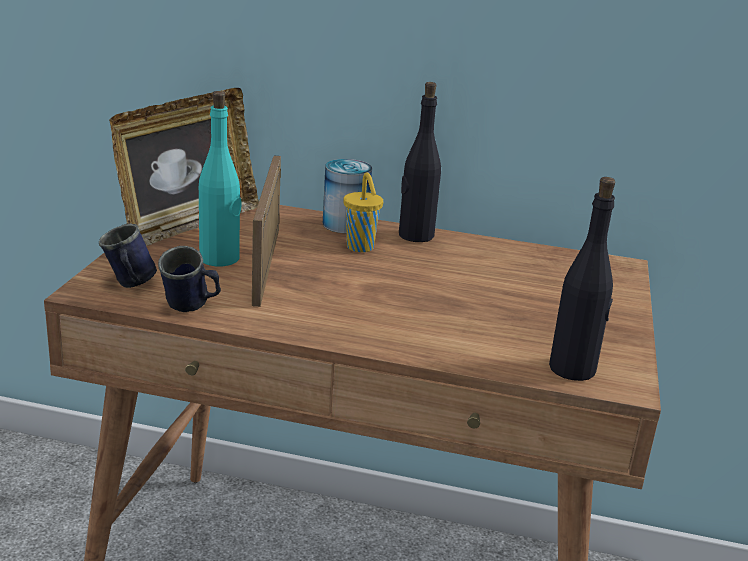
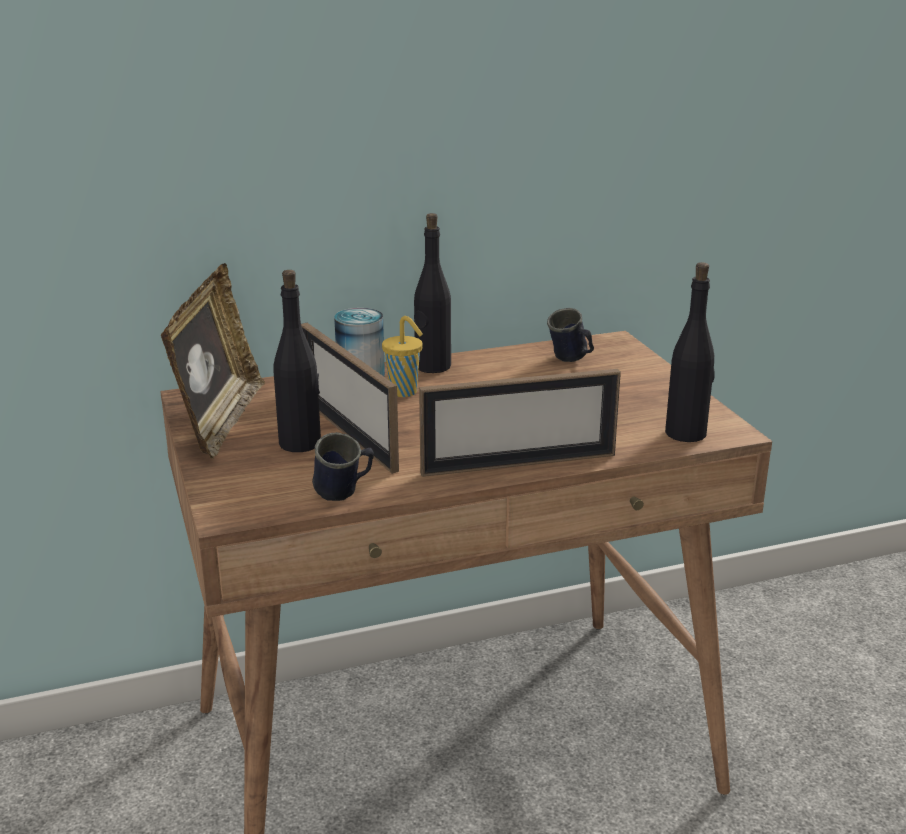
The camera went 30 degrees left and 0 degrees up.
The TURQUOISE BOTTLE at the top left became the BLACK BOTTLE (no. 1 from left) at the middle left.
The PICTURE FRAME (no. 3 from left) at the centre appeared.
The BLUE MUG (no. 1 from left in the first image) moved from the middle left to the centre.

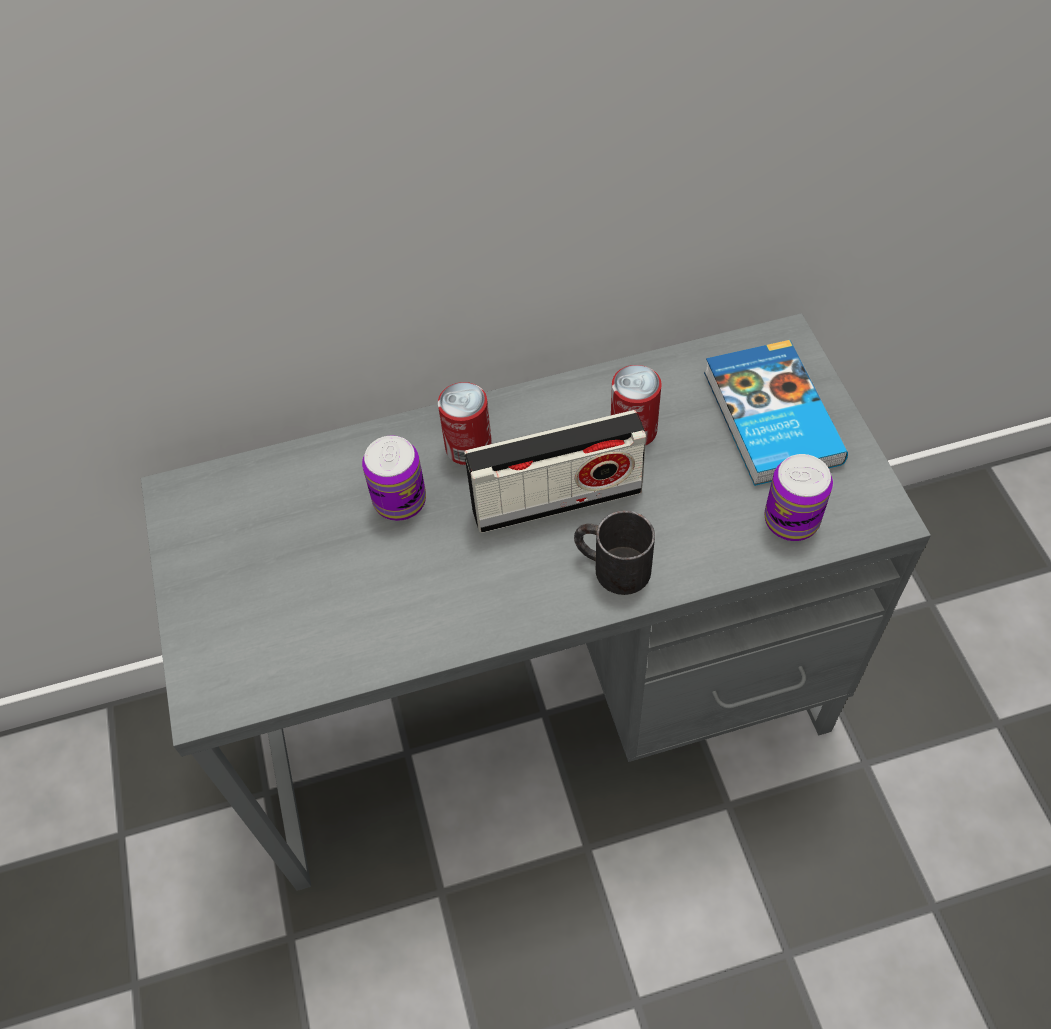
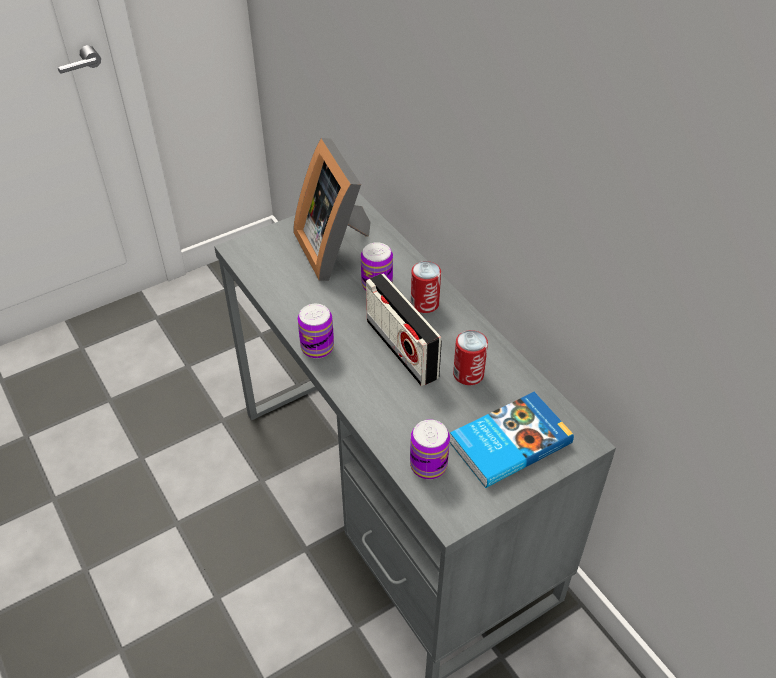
The camera went 70 degrees right and 10 degrees down.
The PICTURE FRAME at the top centre appeared.
The CAN (no. 1 from left) at the centre appeared.
The BLACK MUG at the centre disappeared.

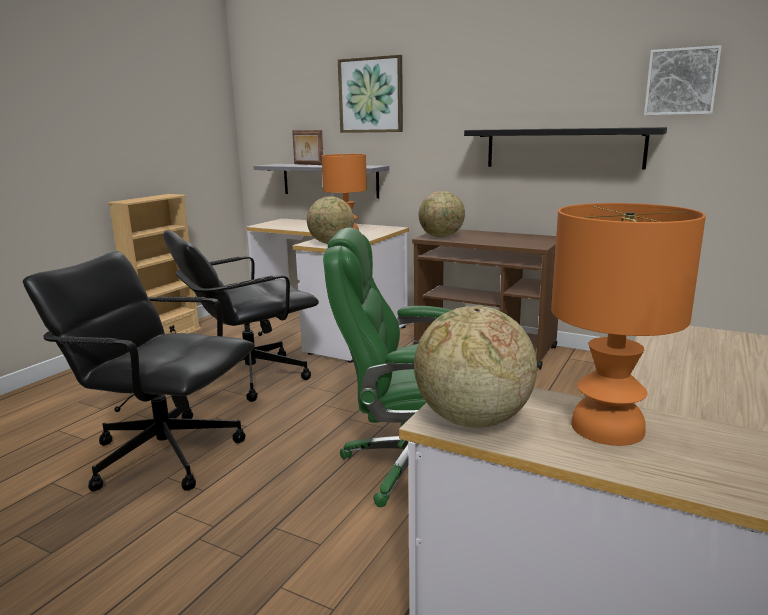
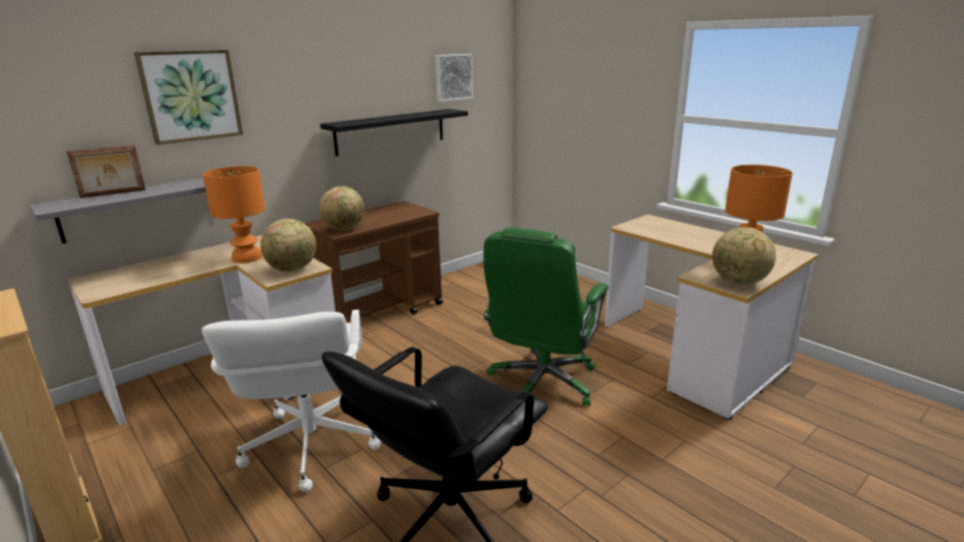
The camera went 70 degrees left and 5 degrees up.
The BLACK OFFICE CHAIR (no. 2 from left) at the middle left became the WHITE OFFICE CHAIR at the bottom left.

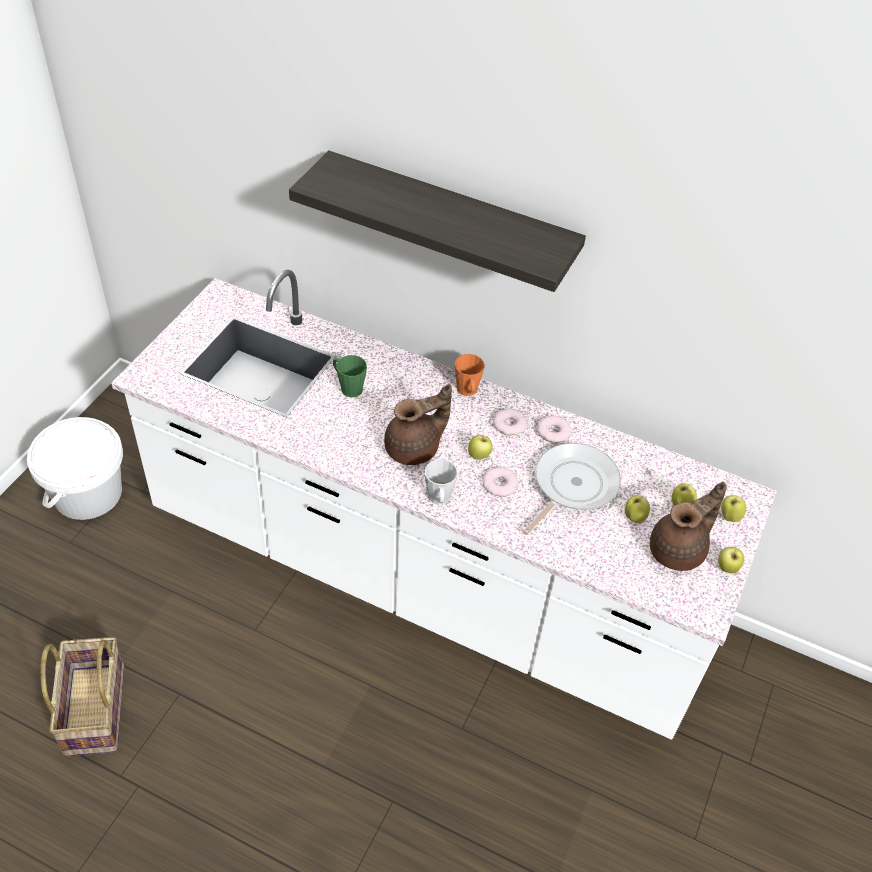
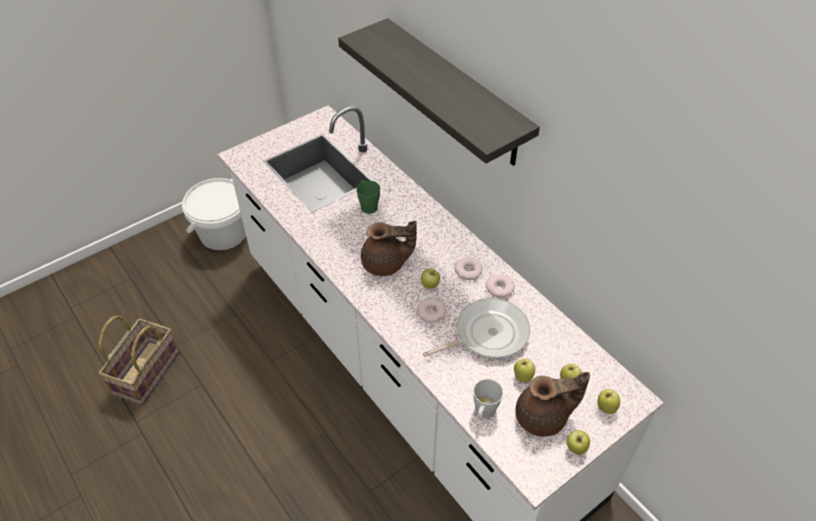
The camera went 30 degrees right and 0 degrees up.
The GREY MUG moved from the centre to the bottom centre.
The ORANGE MUG at the centre disappeared.

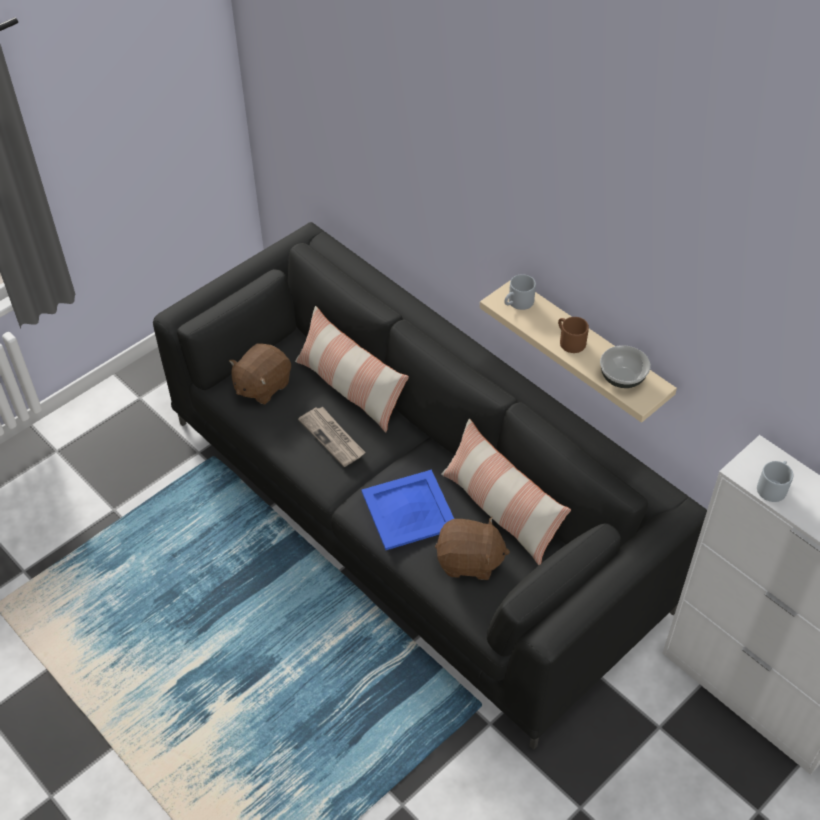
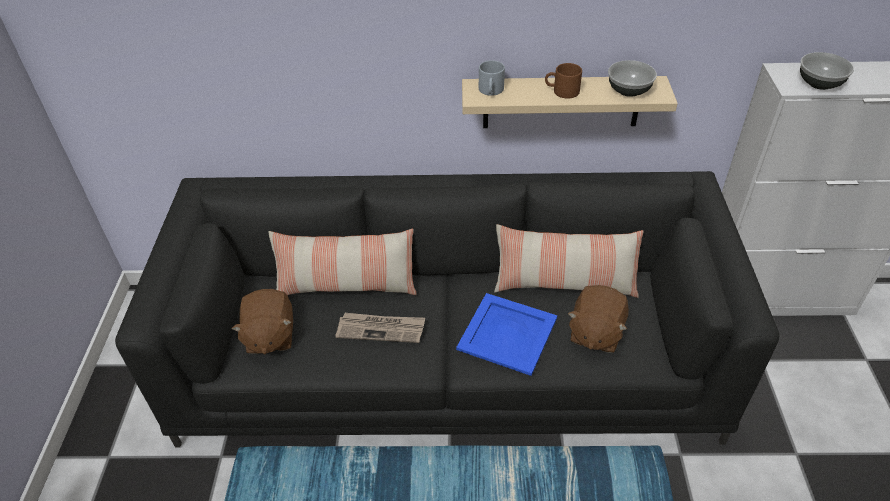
The camera went 45 degrees left and 5 degrees down.
The BROWN PLUSH TOY (no. 2 from left) at the bottom centre turned 150 degrees clockwise.
The GREY MUG (no. 2 from left) at the middle right was replaced by the BOWL (no. 2 from left) at the top right.

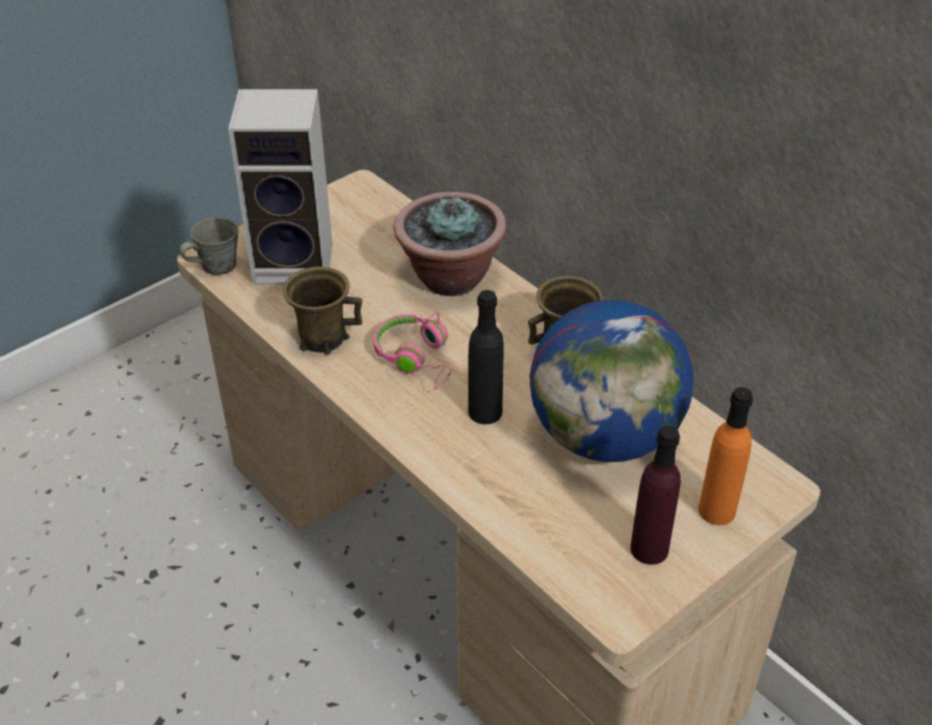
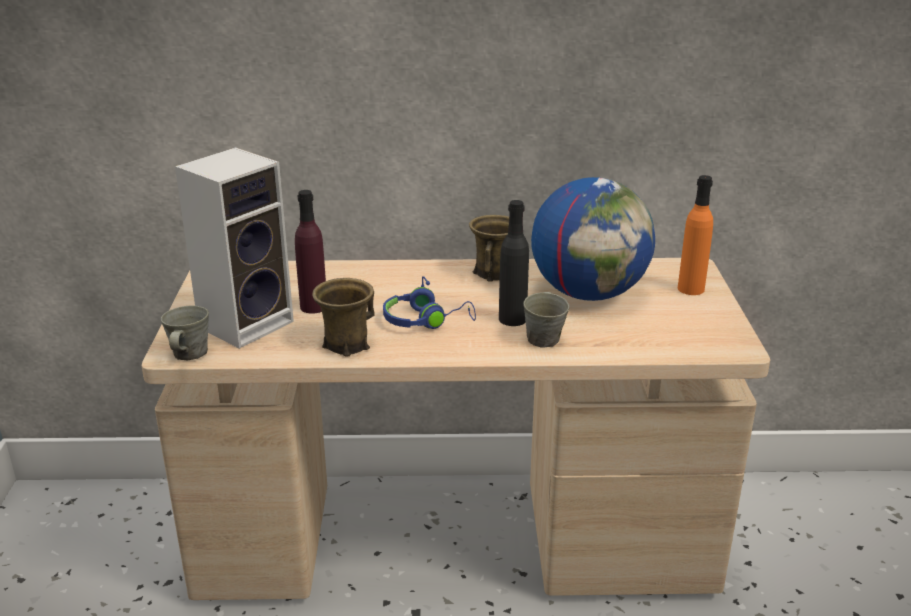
The camera went 50 degrees left and 15 degrees down.
The PURPLE BOTTLE moved from the bottom right to the centre.
The PINK HEADPHONES at the centre became the BLUE HEADPHONES at the centre.
The GREY MUG (no. 2 from left) at the centre appeared.
The POTTED PLANT at the centre disappeared.

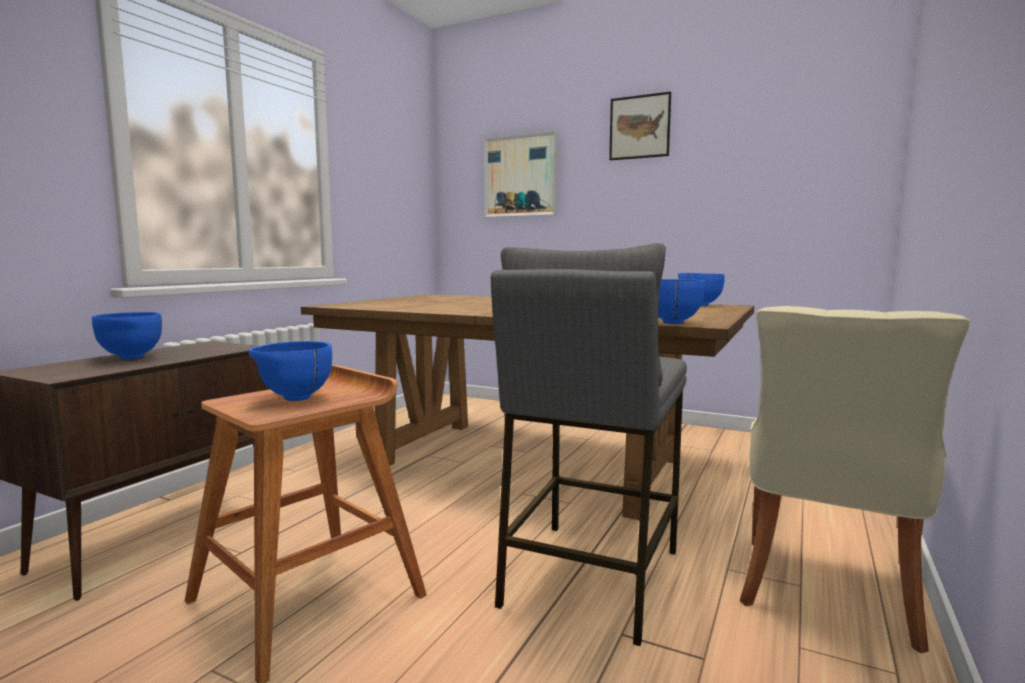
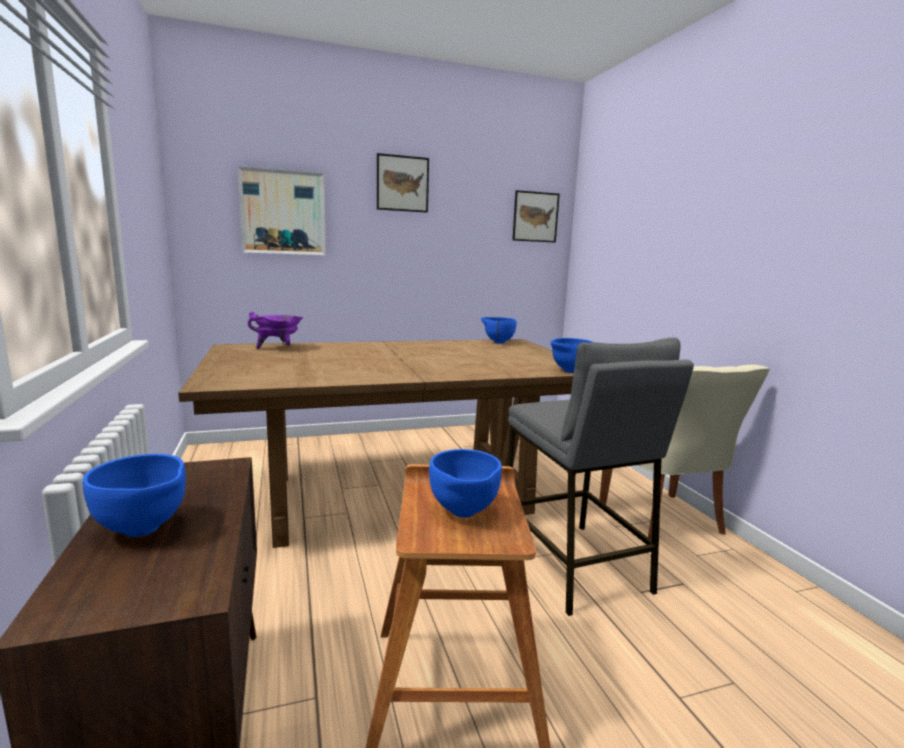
The camera went 45 degrees left and 5 degrees up.
The PURPLE COOKING POT at the middle left appeared.
The PICTURE (no. 3 from left) at the top centre appeared.

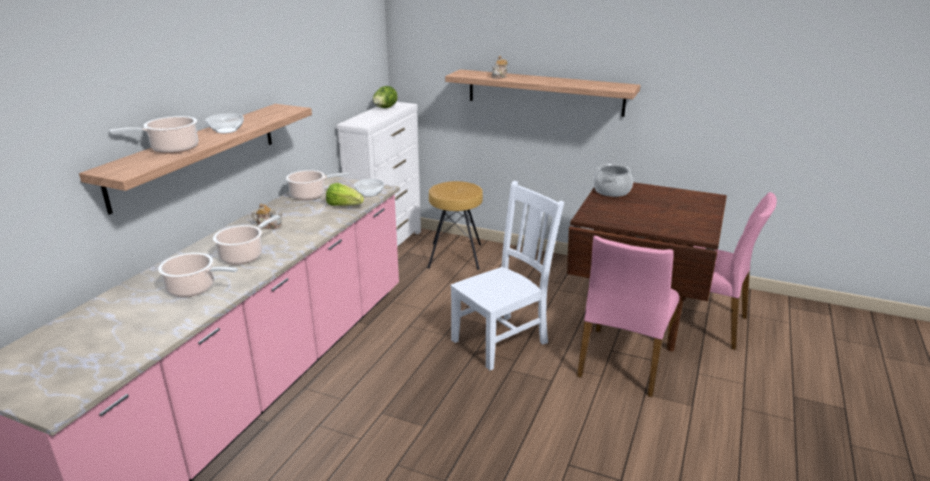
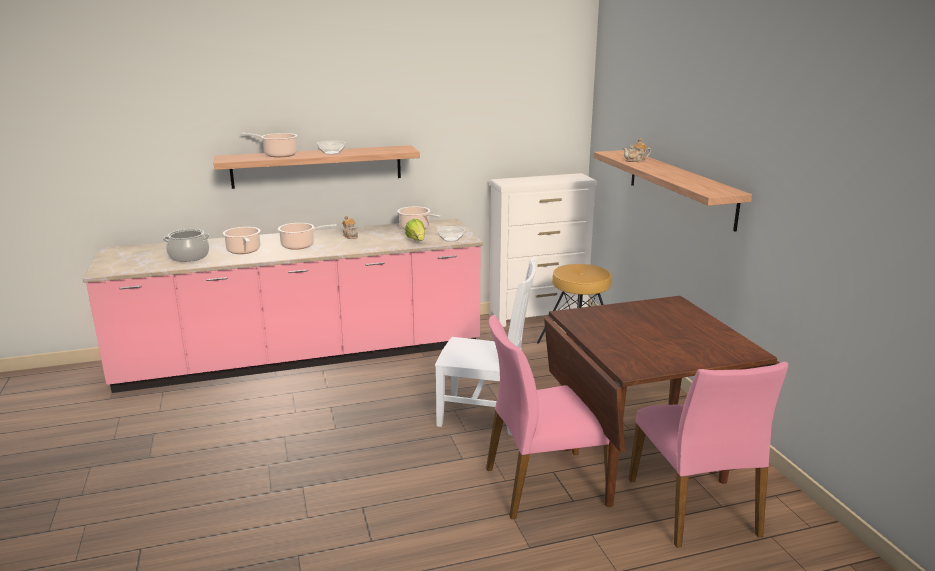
The camera went 50 degrees right and 5 degrees down.
The COOKING POT (no. 5 from left in the first image) moved from the centre to the middle left.
The LETTUCE (no. 2 from left) at the top centre disappeared.

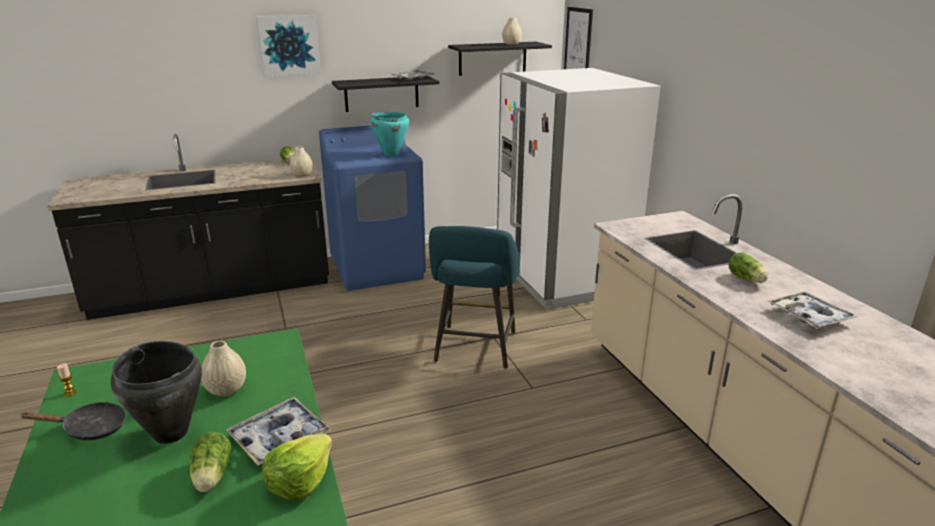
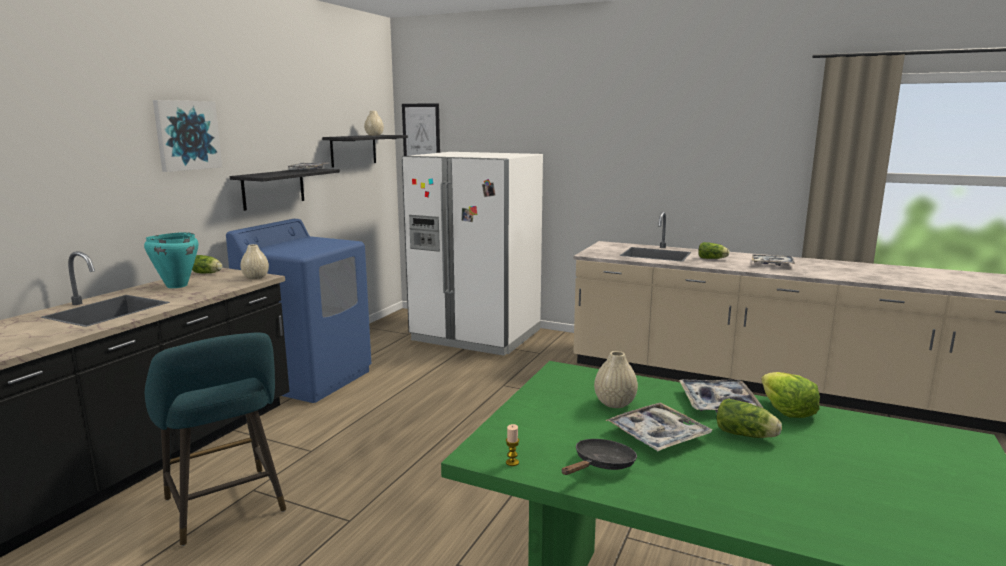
The camera went 45 degrees left and 10 degrees down.
The TURQUOISE COOKING POT moved from the top centre to the middle left.
The TURQUOISE STOOL moved from the centre to the bottom left.
The BLACK COOKING POT at the bottom left was replaced by the TRAY (no. 2 from left) at the bottom centre.

